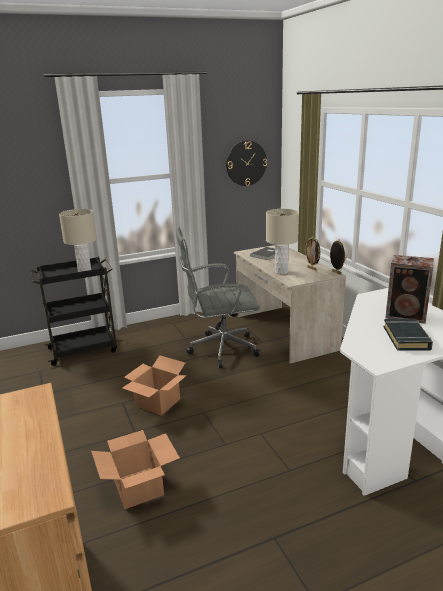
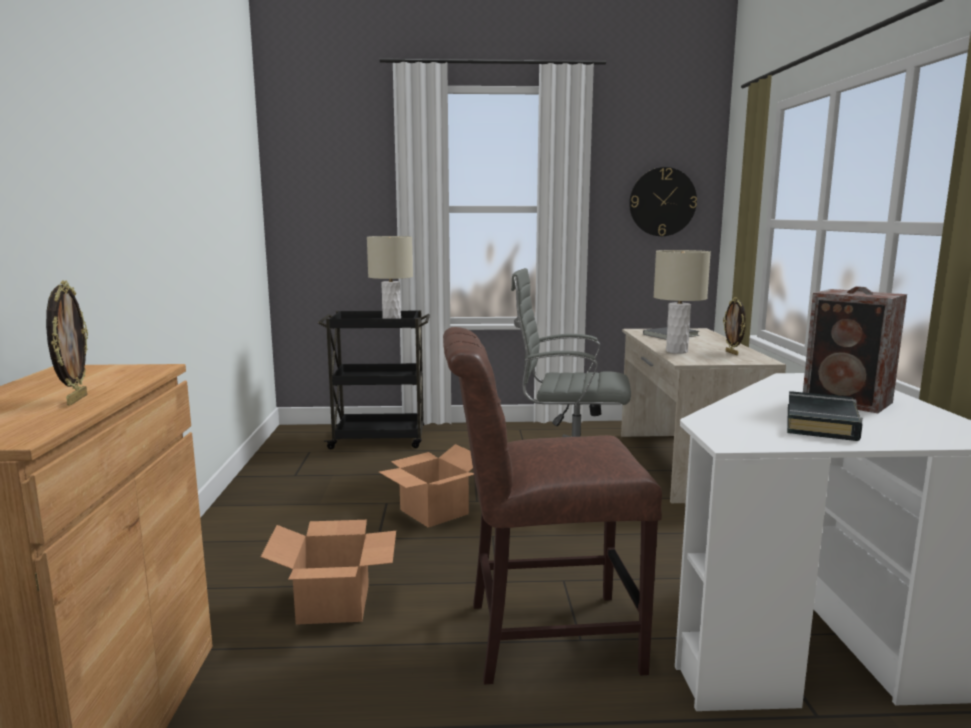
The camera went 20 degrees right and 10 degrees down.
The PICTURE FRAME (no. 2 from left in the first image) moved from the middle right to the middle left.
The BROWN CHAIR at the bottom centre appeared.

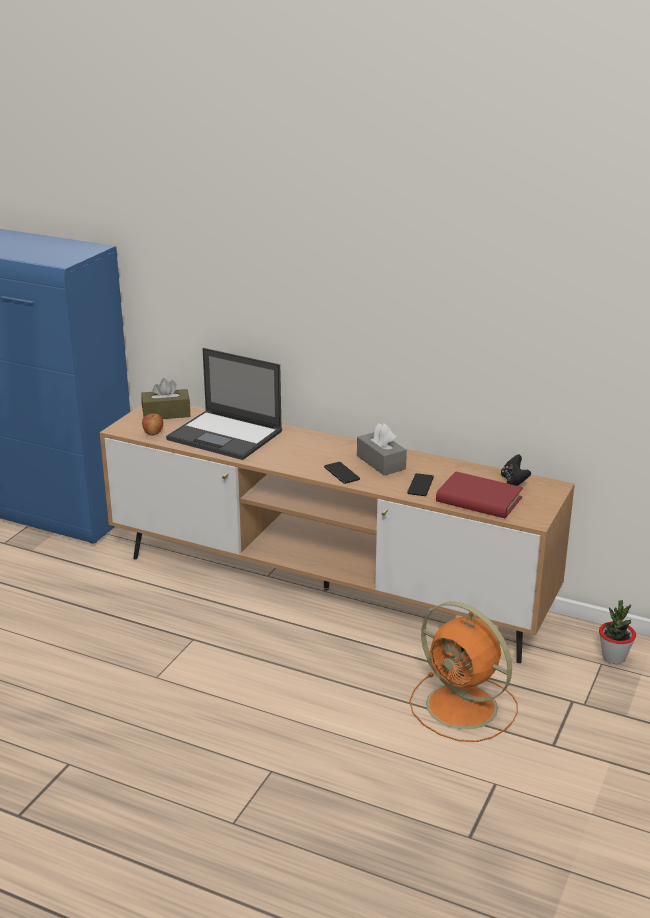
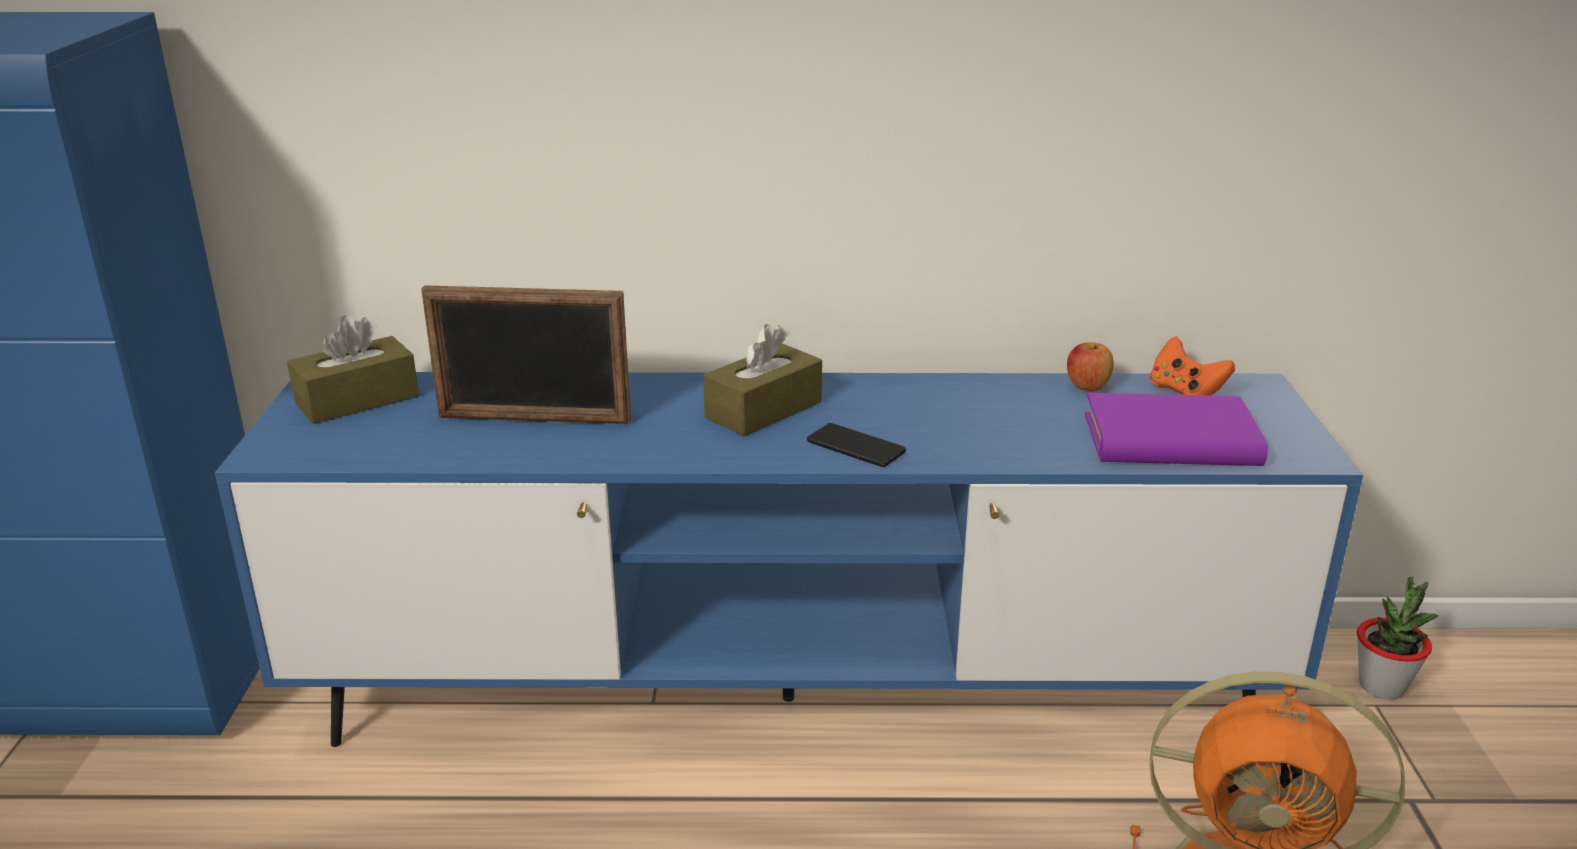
The camera went 25 degrees left and 0 degrees up.
The BROWN TV STAND at the centre became the BLUE TV STAND at the centre.
The LAPTOP at the centre was replaced by the PICTURE FRAME at the centre.
The BROWN TISSUE BOX (no. 2 from left) at the centre appeared.
The APPLE moved from the middle left to the middle right.
The RED BOOK at the middle right became the PURPLE BOOK at the middle right.
The BLACK GAME CONTROLLER at the middle right became the ORANGE GAME CONTROLLER at the middle right.
The GREY TISSUE BOX at the centre disappeared.
The PHONE (no. 2 from left) at the centre disappeared.

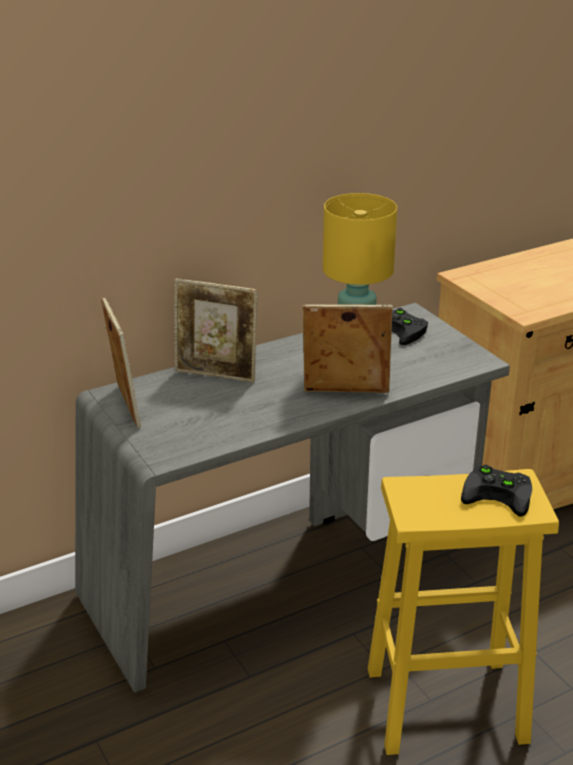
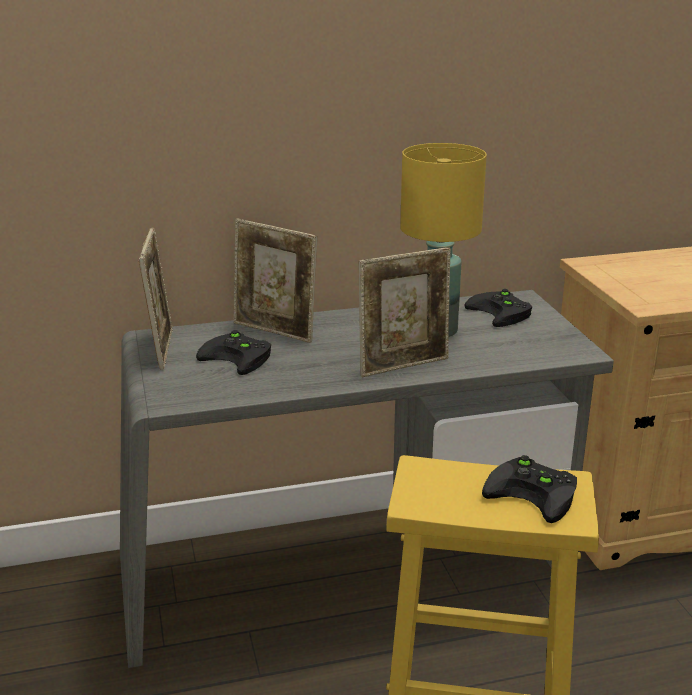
The camera went 15 degrees right and 5 degrees down.
The BLACK GAME CONTROLLER (no. 1 from left) at the centre appeared.
The PICTURE FRAME (no. 3 from left) at the centre turned 135 degrees clockwise.

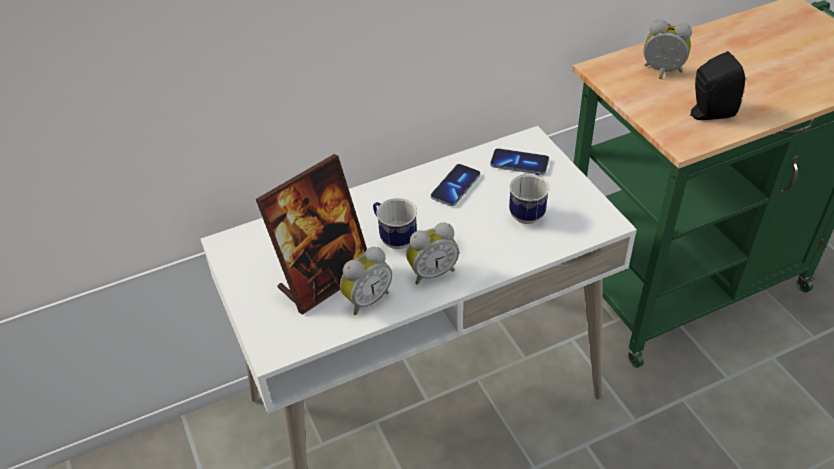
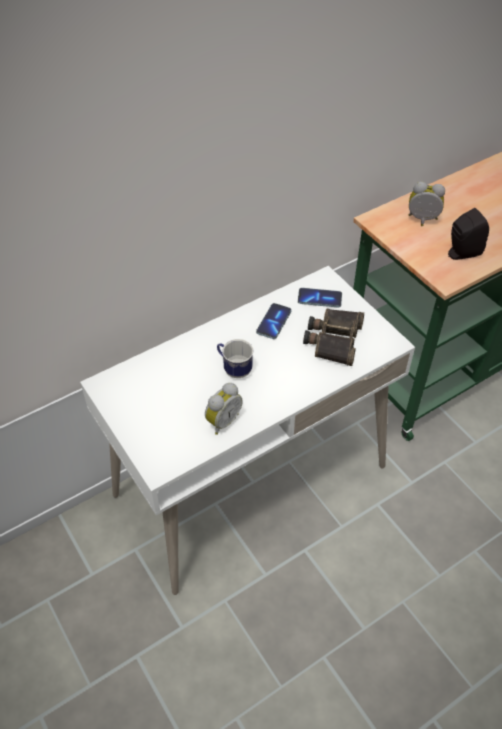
The camera went 10 degrees left and 5 degrees up.
The MUG (no. 2 from left) at the centre was replaced by the BINOCULARS at the centre.
The PICTURE FRAME at the centre disappeared.
The ALARM CLOCK (no. 2 from left) at the centre disappeared.

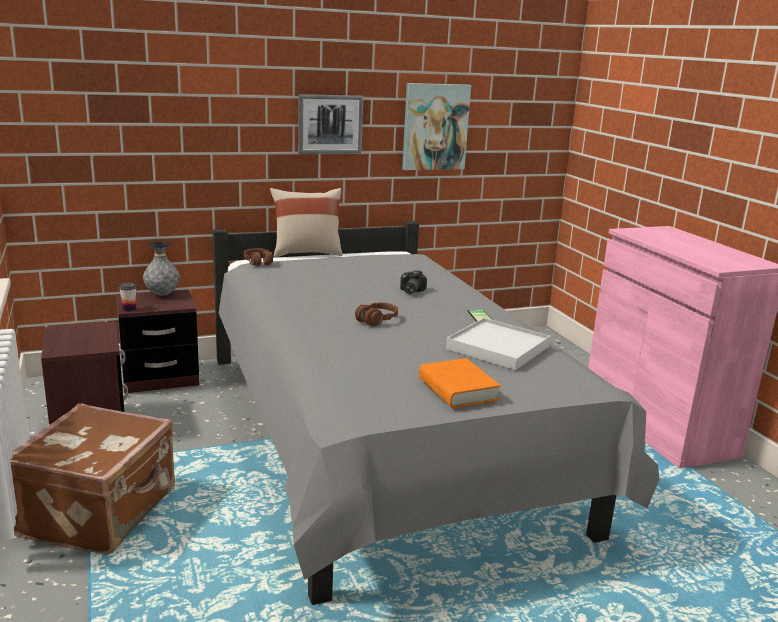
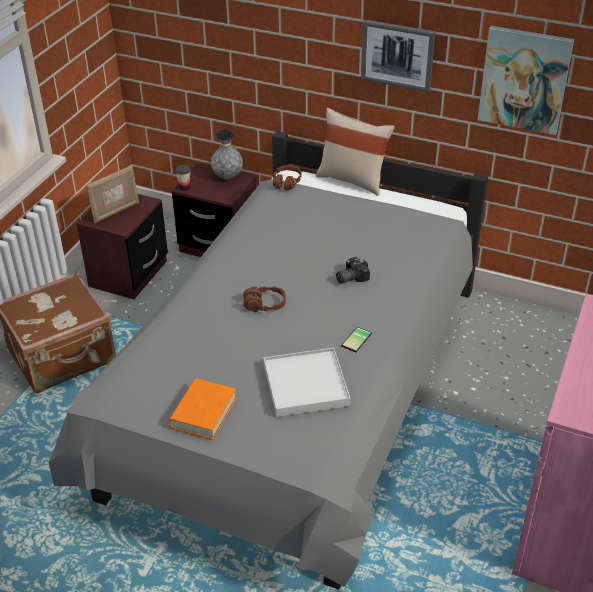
The camera went 45 degrees right and 20 degrees up.
The PICTURE FRAME at the top left appeared.

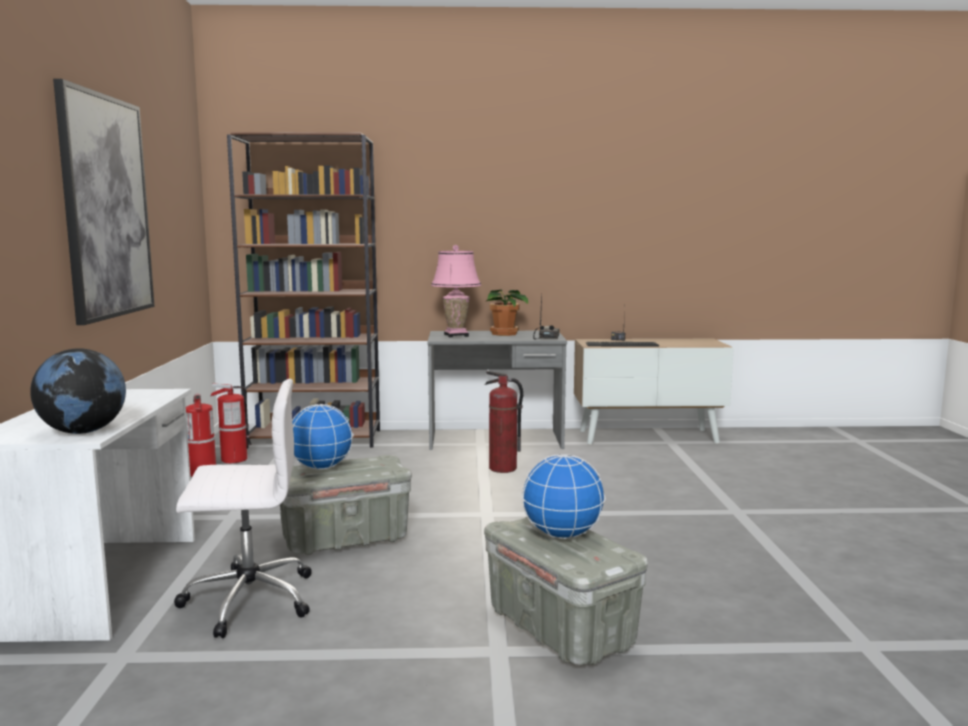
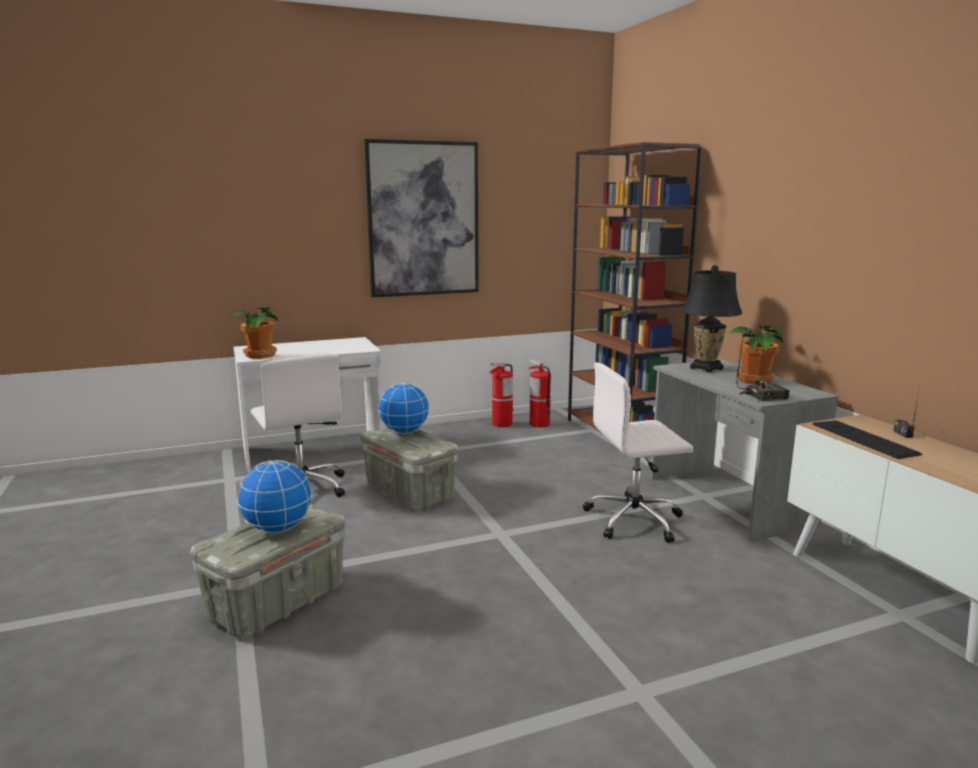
The camera went 70 degrees right and 5 degrees up.
The GLOBE (no. 1 from left) at the middle left was replaced by the POTTED PLANT (no. 1 from left) at the middle left.
The FIRE EXTINGUISHER (no. 3 from left) at the centre was replaced by the WHITE OFFICE CHAIR (no. 2 from left) at the centre.
The PINK TABLE LAMP at the centre became the BLACK TABLE LAMP at the middle right.

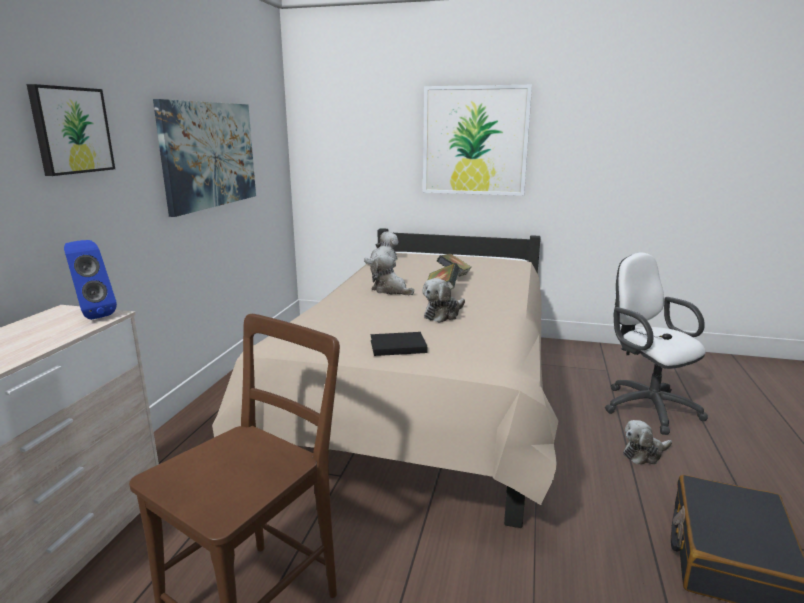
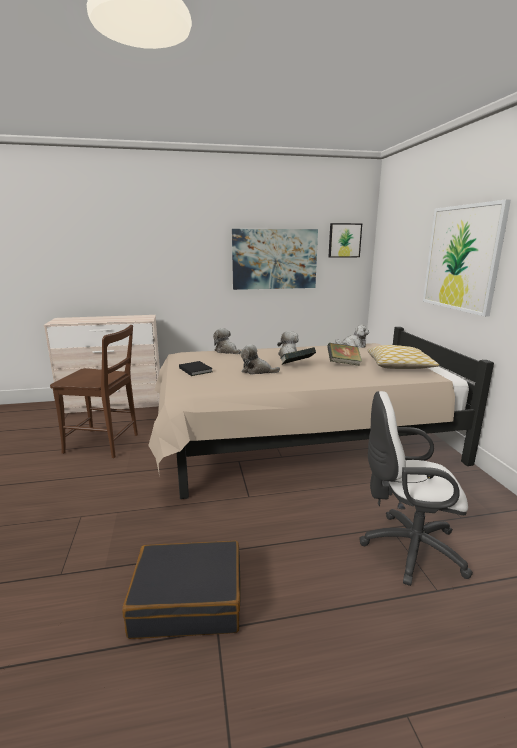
The camera went 65 degrees right and 0 degrees up.
The PLUSH TOY (no. 4 from left in the first image) moved from the bottom right to the centre.
The PICTURE (no. 1 from left in the first image) moved from the top left to the top right.
The WHITE OFFICE CHAIR at the middle right turned 120 degrees counterclockwise.
The PILLOW at the middle right appeared.
The BLUE SPEAKER at the middle left disappeared.

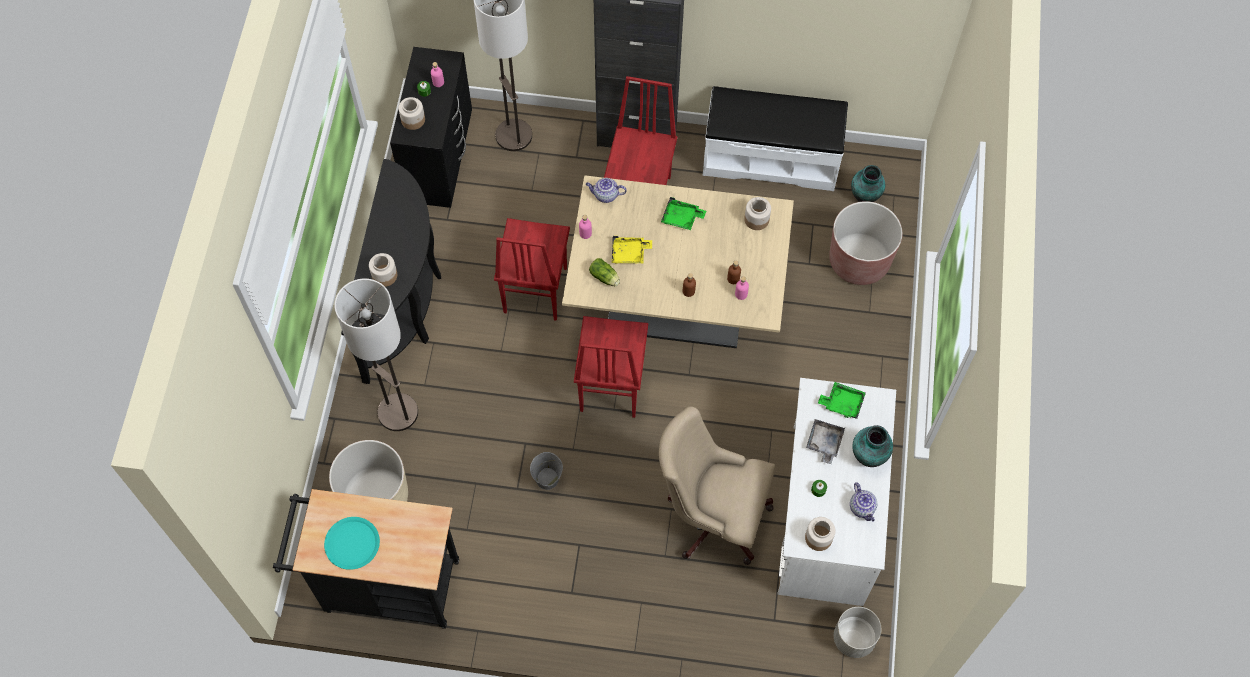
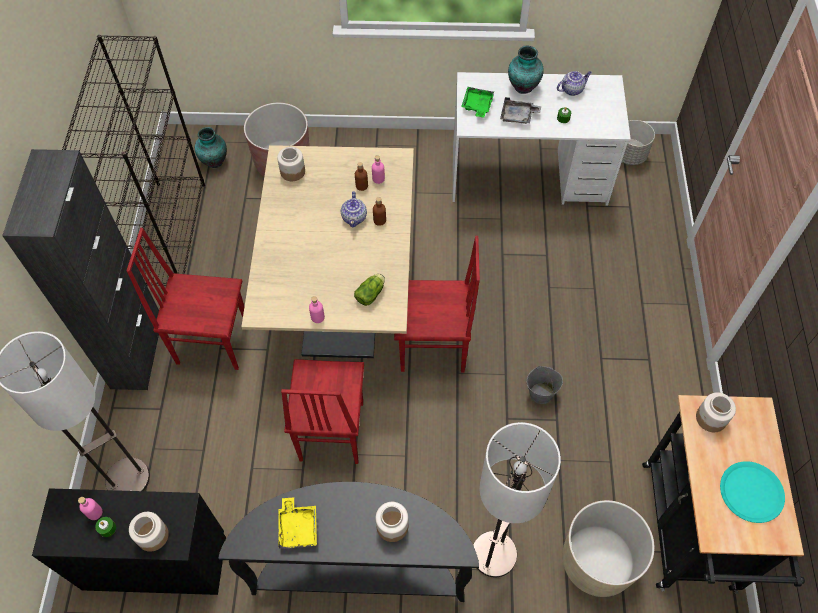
The camera went 95 degrees left and 5 degrees down.
The WHITE BENCH at the top centre was replaced by the BLACK BOOKCASE at the top left.
The YELLOW TRAY moved from the centre to the bottom centre.
The RED CHAIR (no. 1 from left in the first image) at the centre turned 90 degrees clockwise.
The TEAPOT (no. 1 from left) moved from the top centre to the centre.
The JAR (no. 4 from left) moved from the bottom centre to the bottom right.
The BEIGE OFFICE CHAIR at the bottom centre disappeared.
The GREEN TRAY (no. 1 from left) at the top centre disappeared.

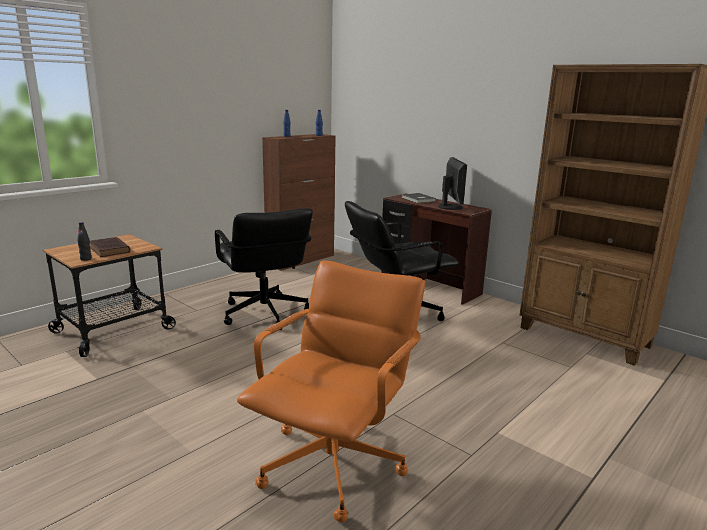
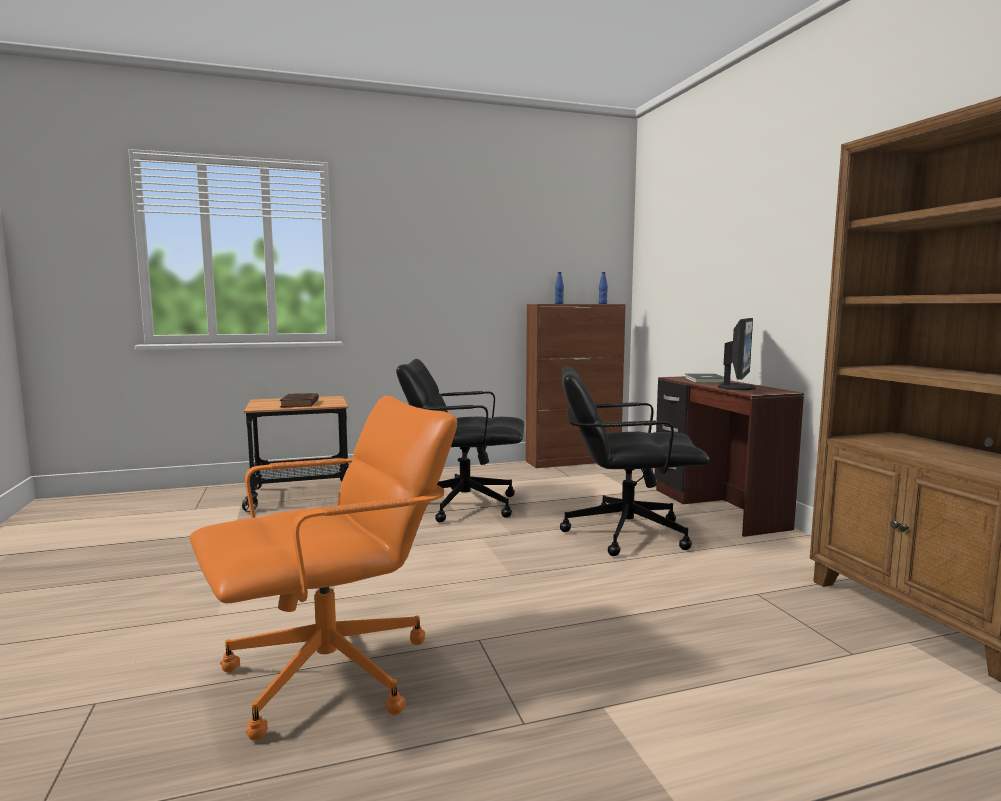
The camera went 30 degrees right and 10 degrees down.
The BLACK OFFICE CHAIR (no. 1 from left) at the centre turned 90 degrees clockwise.
The BLACK BOTTLE at the middle left disappeared.

